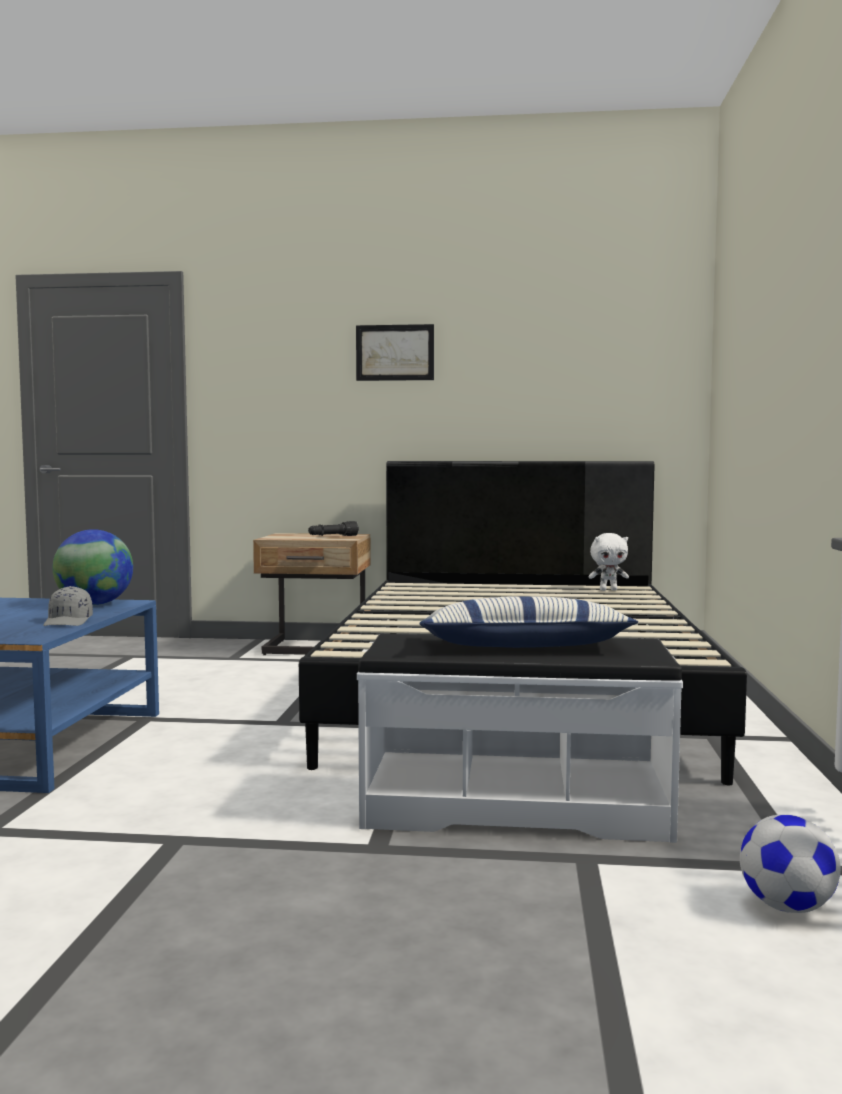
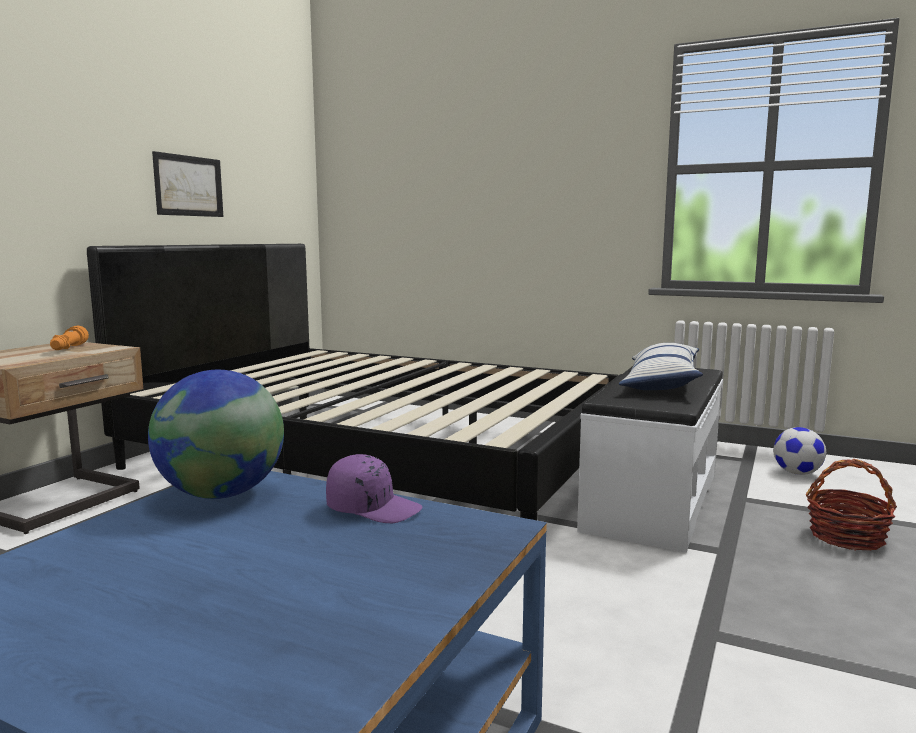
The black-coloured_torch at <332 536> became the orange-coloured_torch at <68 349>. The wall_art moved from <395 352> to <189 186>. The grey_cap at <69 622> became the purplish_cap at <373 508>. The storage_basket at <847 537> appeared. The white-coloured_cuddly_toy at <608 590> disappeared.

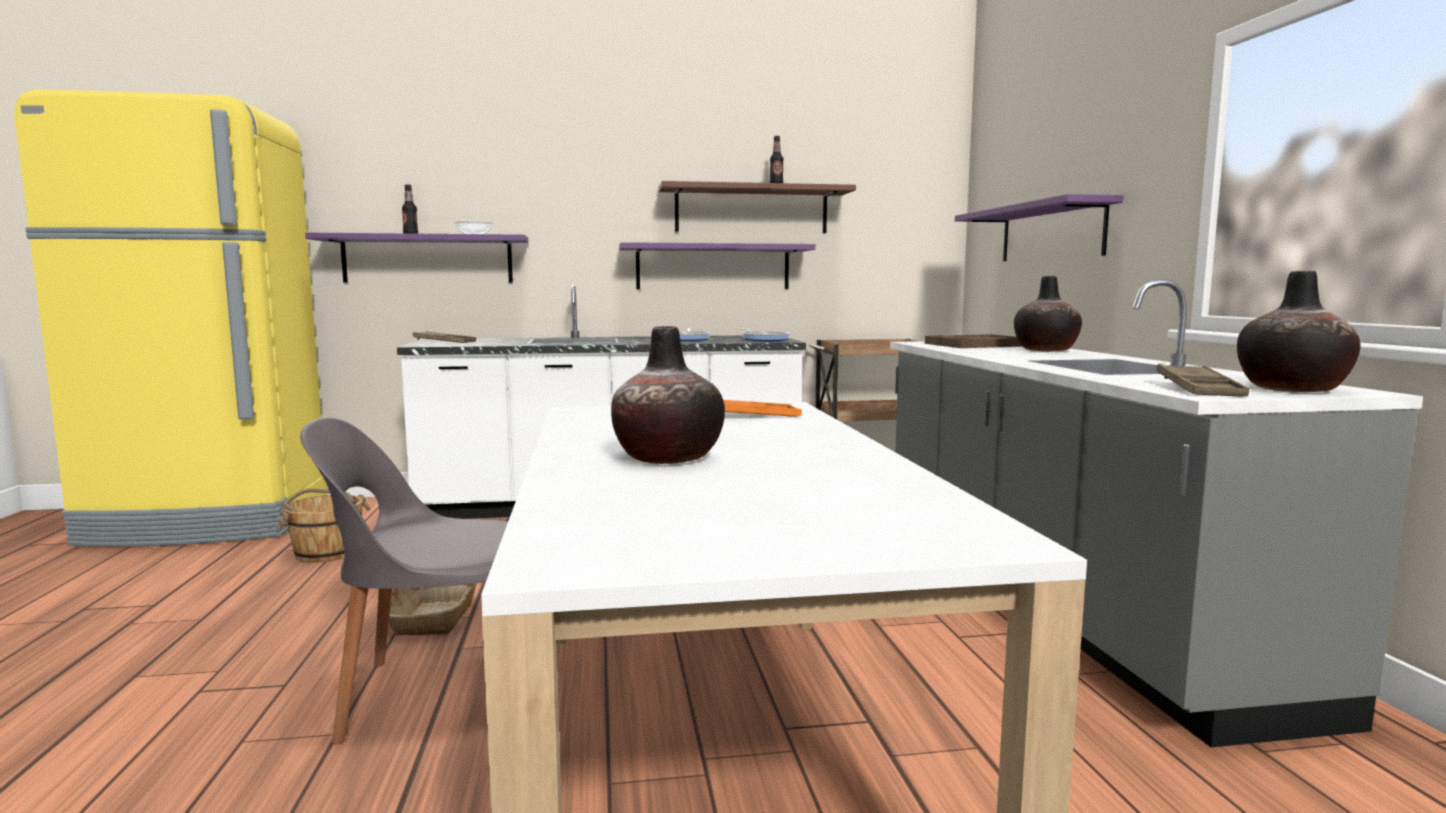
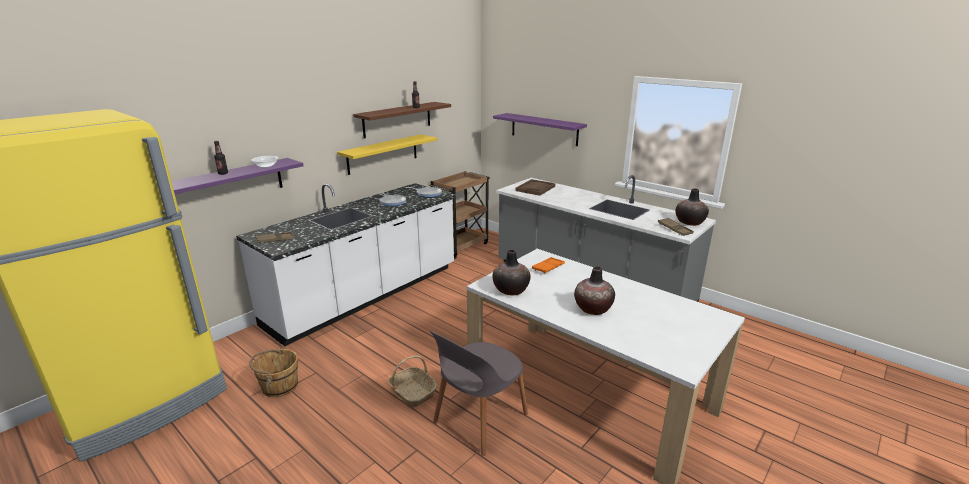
The purplish_shelf at <713 267> became the yellowish_shelf at <383 154>. The decorative_vase moved from <1045 350> to <511 290>.

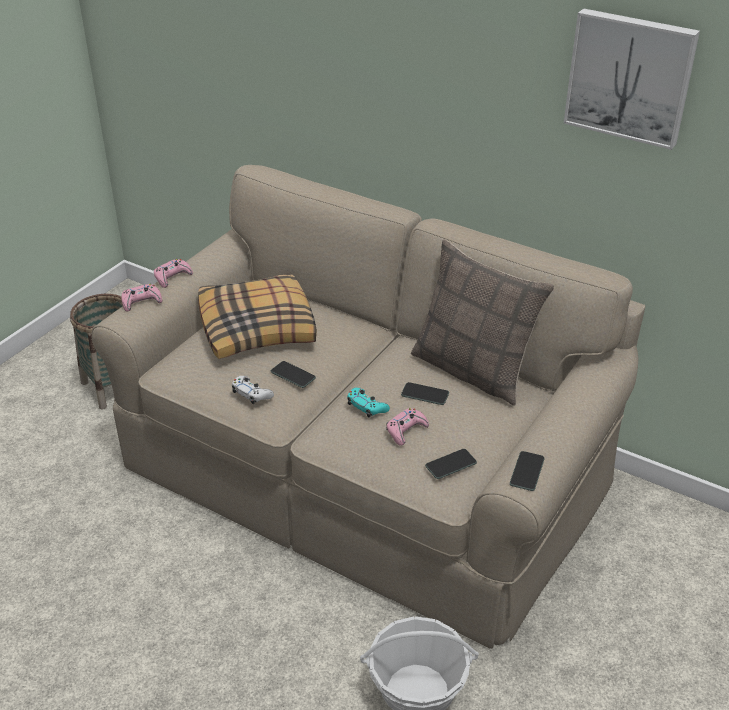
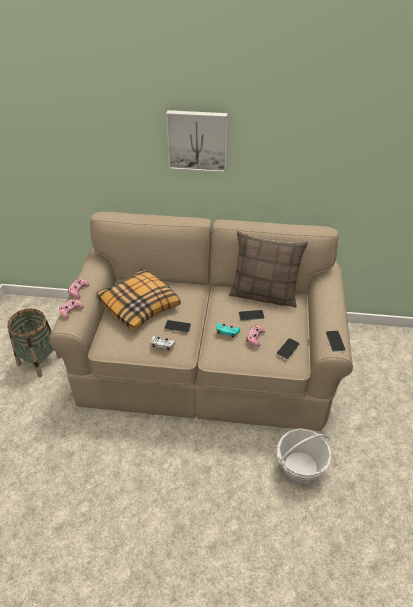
The wall_art moved from <630 77> to <197 140>.

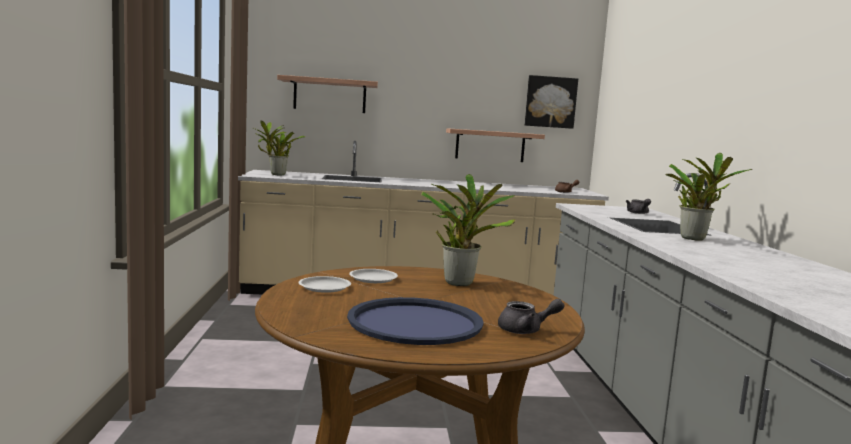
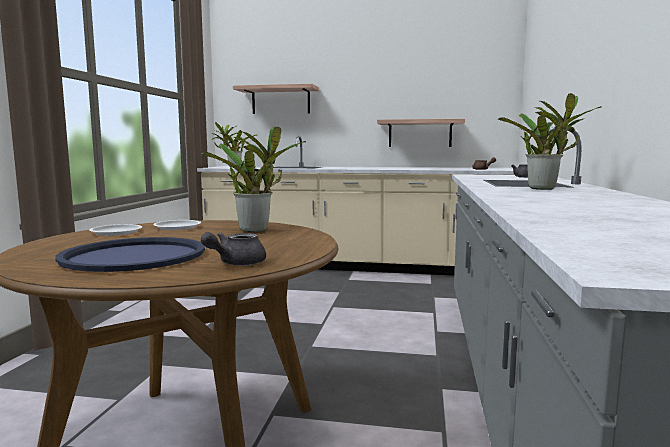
The grey_teapot at <526 330> turned 120 degrees clockwise. The wall_art at <550 102> disappeared.

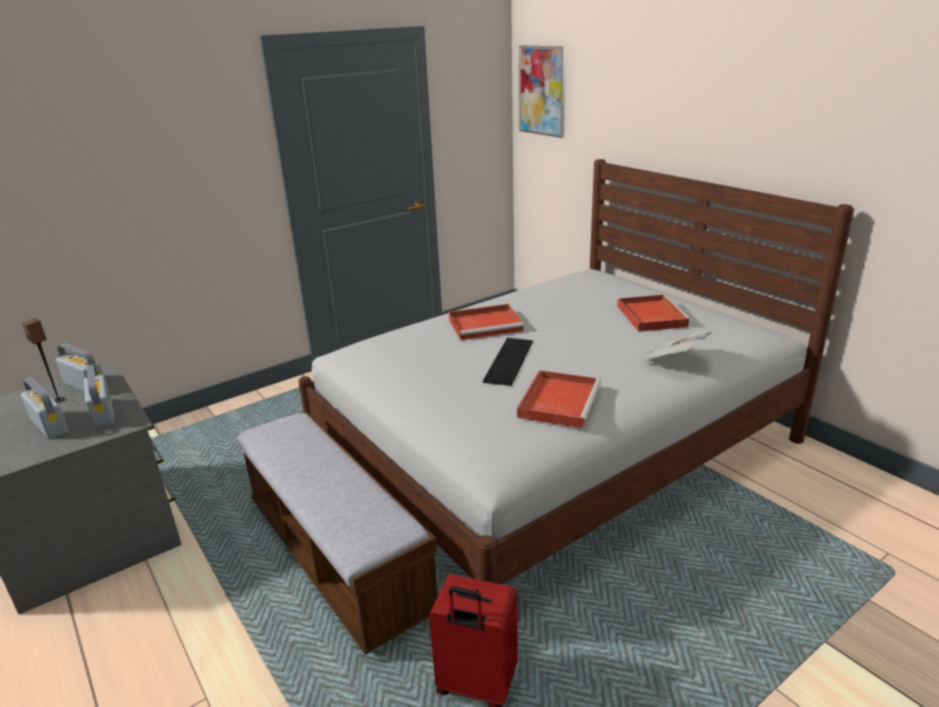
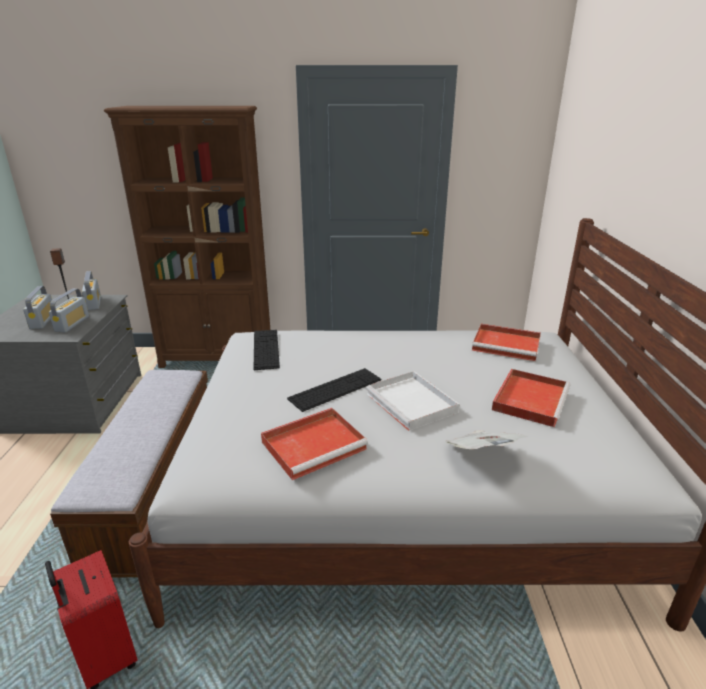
The brown_bookcase at <218 358> appeared. The PC_keyboard at <266 349> appeared. The white-coloured_carrying_tray at <412 403> appeared. The red-coloured_carrying_tray moved from <486 325> to <507 345>. The wall_art at <542 91> disappeared.

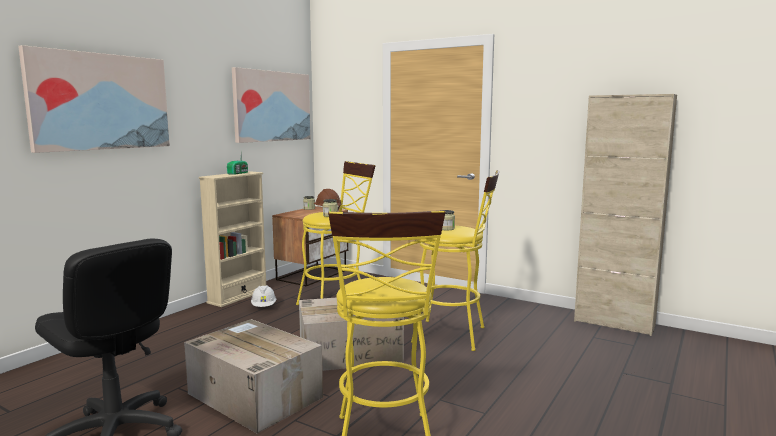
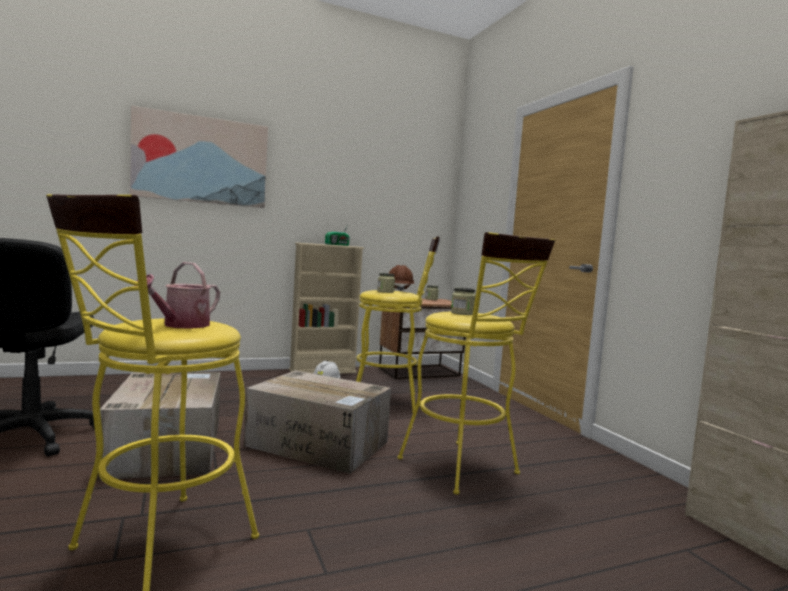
The watering_can at <181 325> appeared. The wall_art at <272 106> disappeared.

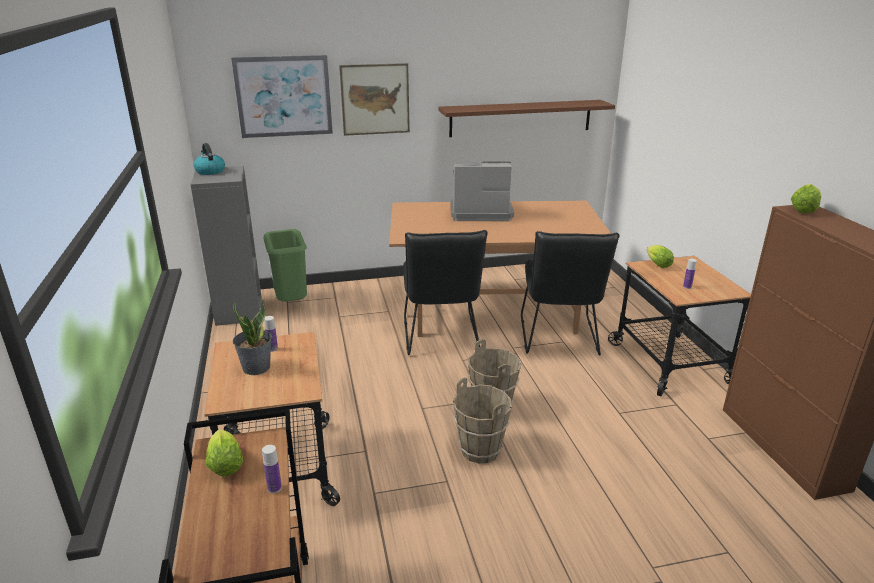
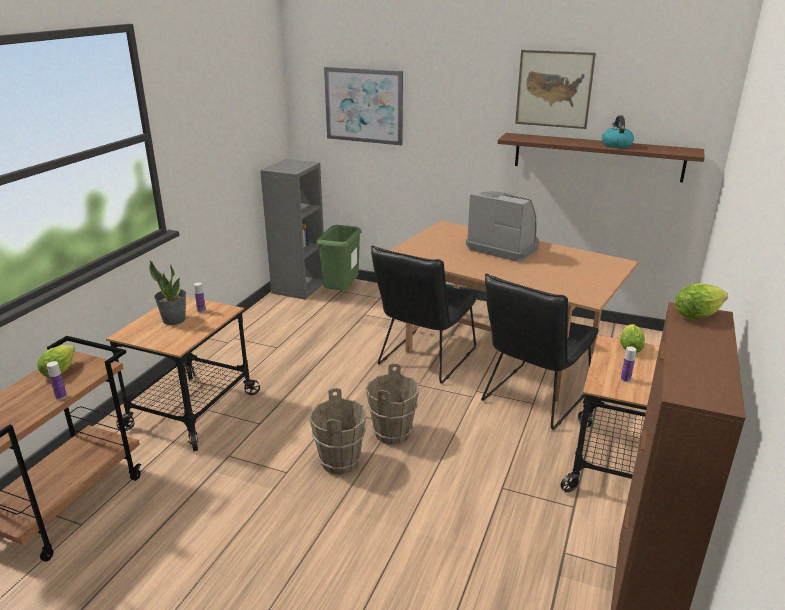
The wall_art moved from <375 99> to <554 89>. The tea_kettle moved from <210 171> to <616 145>.

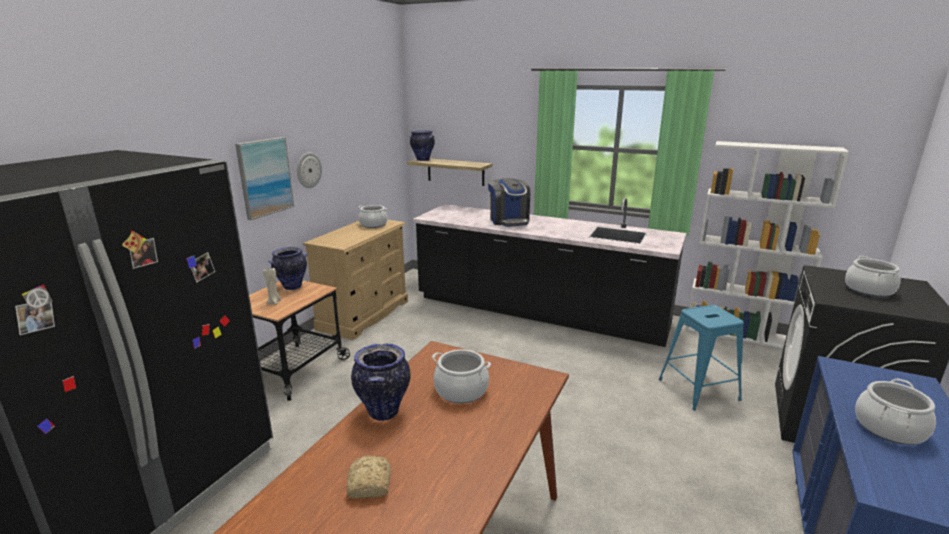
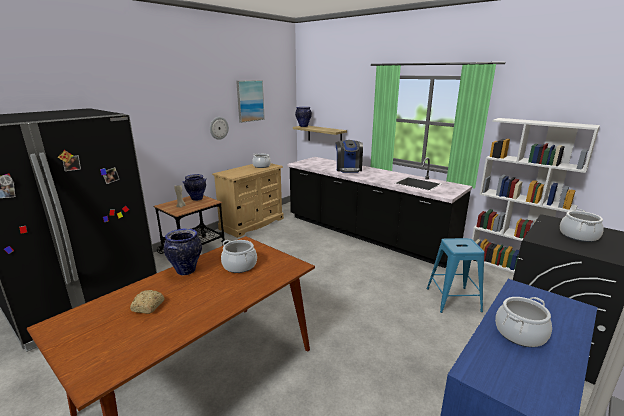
The wall_art moved from <265 177> to <250 101>.

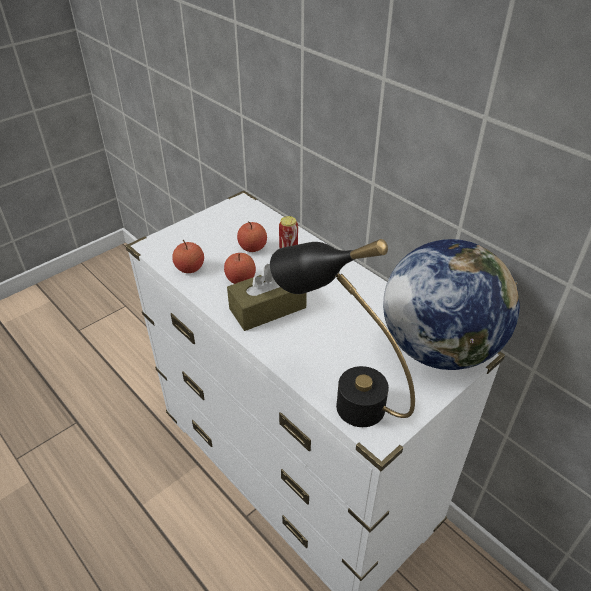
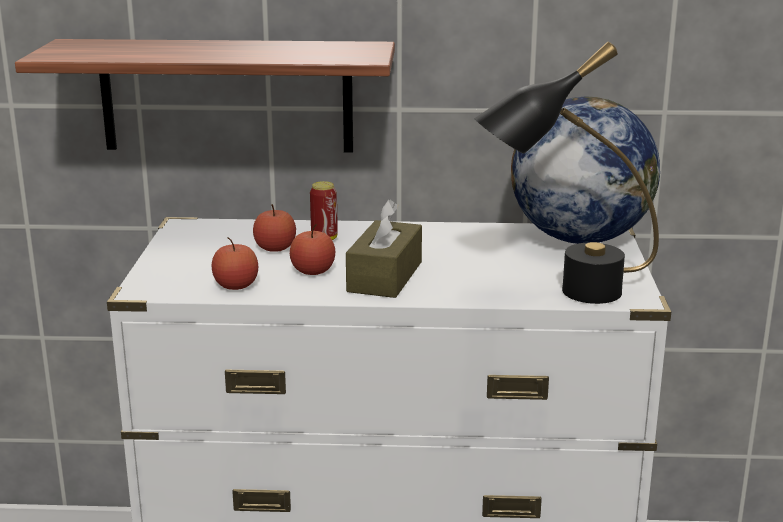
The shelf at <226 96> appeared.

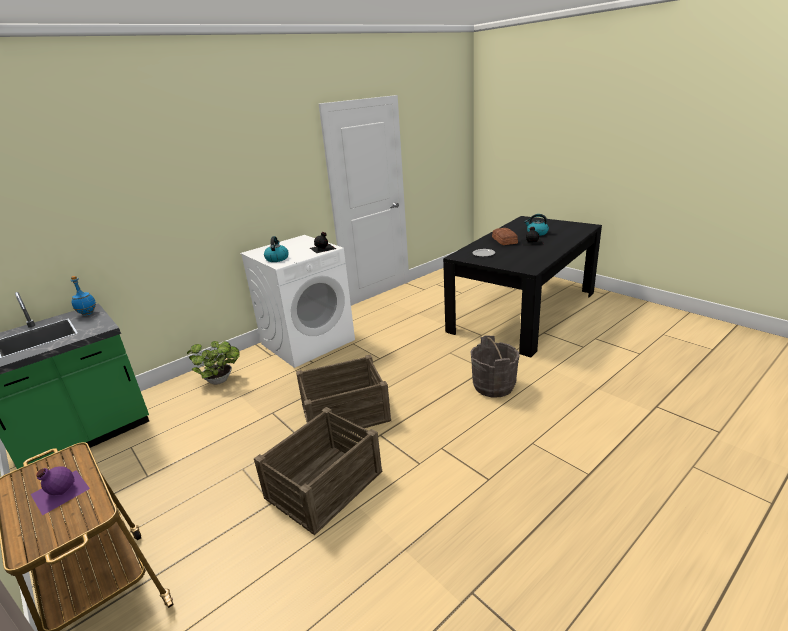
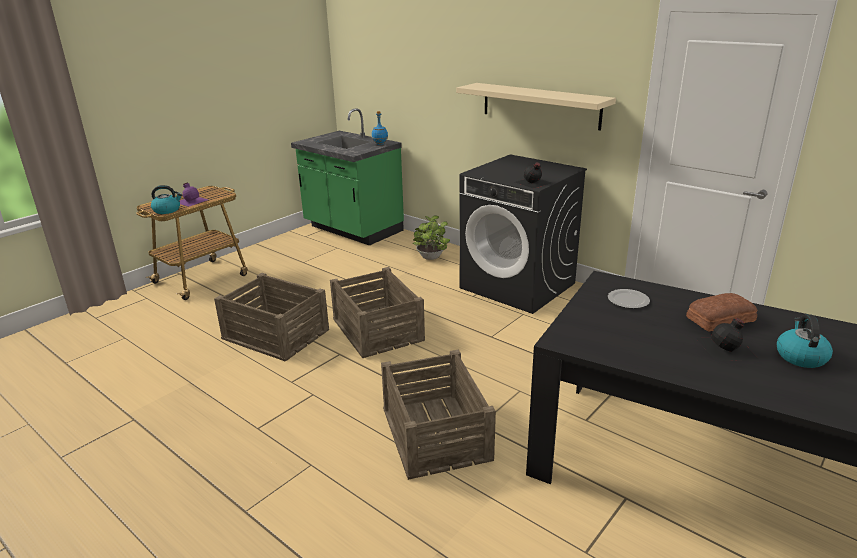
The tea_kettle moved from <277 258> to <167 210>. The grey_water_bucket at <493 386> was replaced by the packing_crate at <436 432>. The beige-coloured_shelf at <540 105> appeared. The white-coloured_washing_machine at <308 341> became the black-coloured_washing_machine at <518 286>.

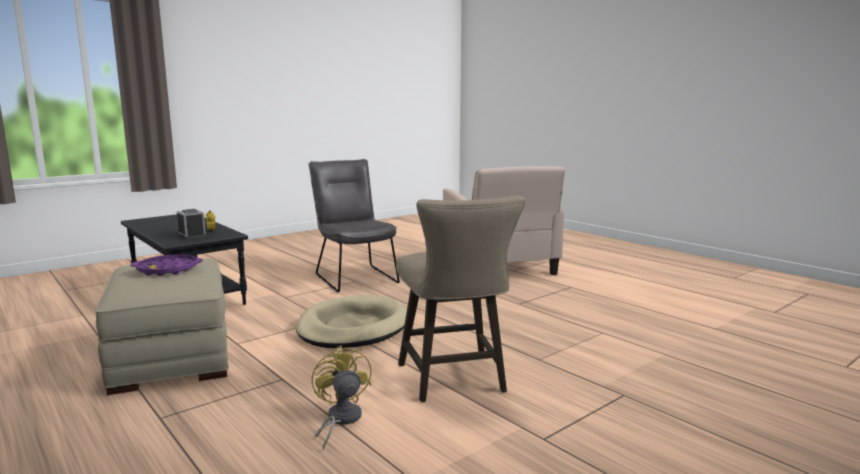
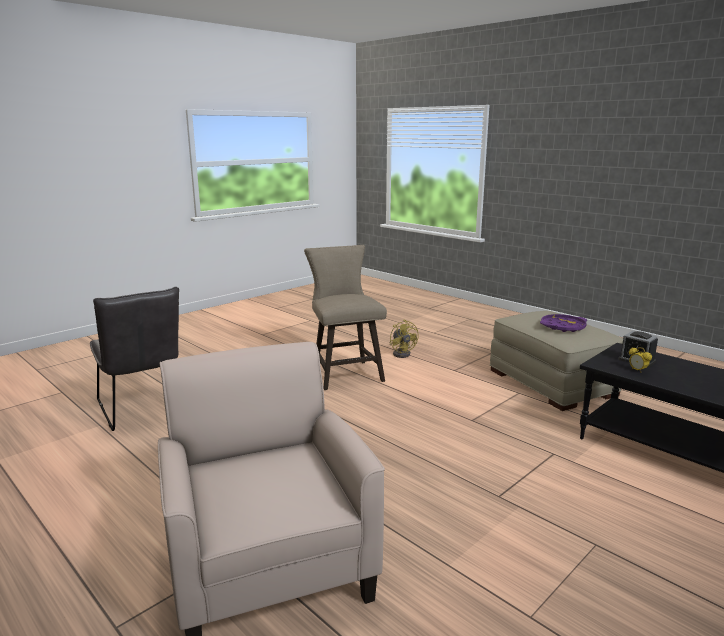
The grey_upright_chair moved from <354 277> to <144 409>. The beige-coloured_dog_cushion at <353 327> disappeared.

